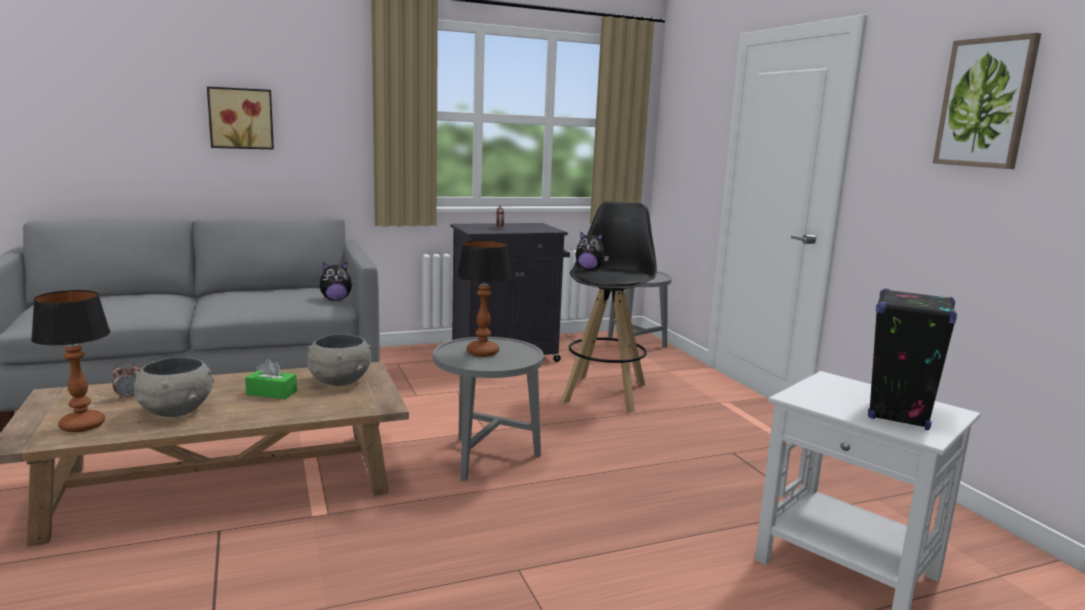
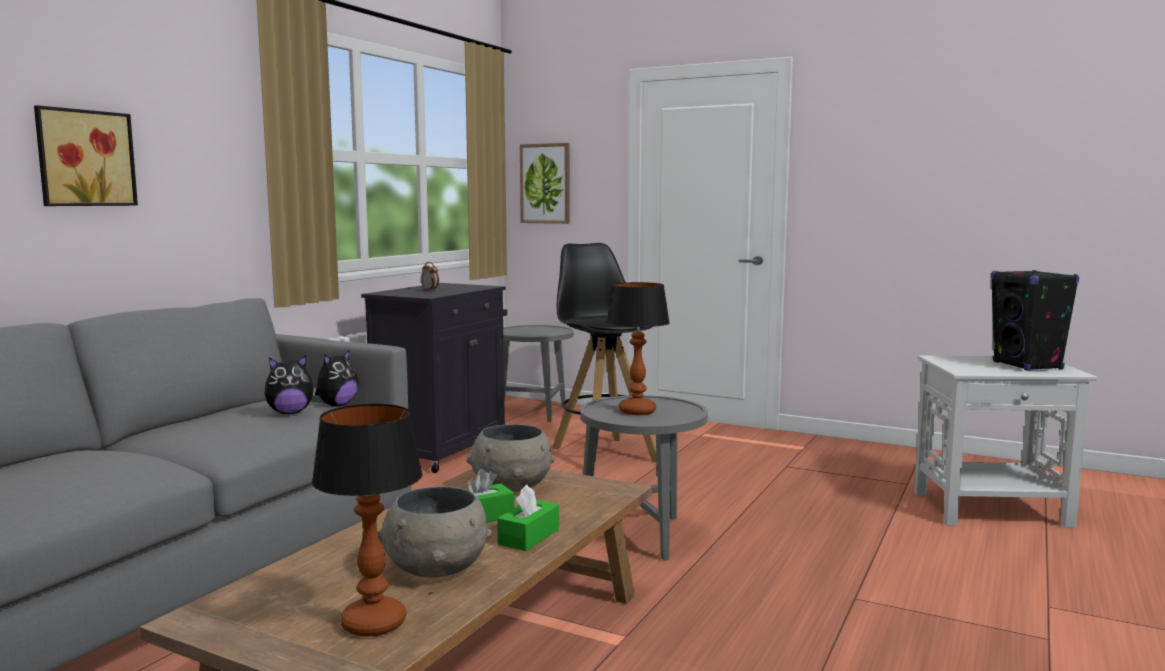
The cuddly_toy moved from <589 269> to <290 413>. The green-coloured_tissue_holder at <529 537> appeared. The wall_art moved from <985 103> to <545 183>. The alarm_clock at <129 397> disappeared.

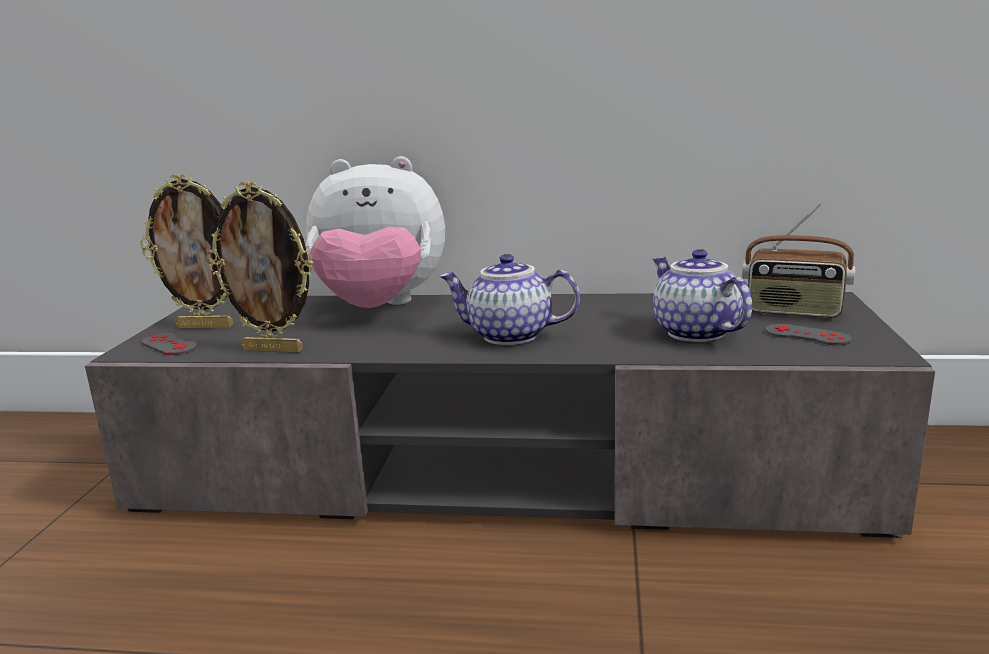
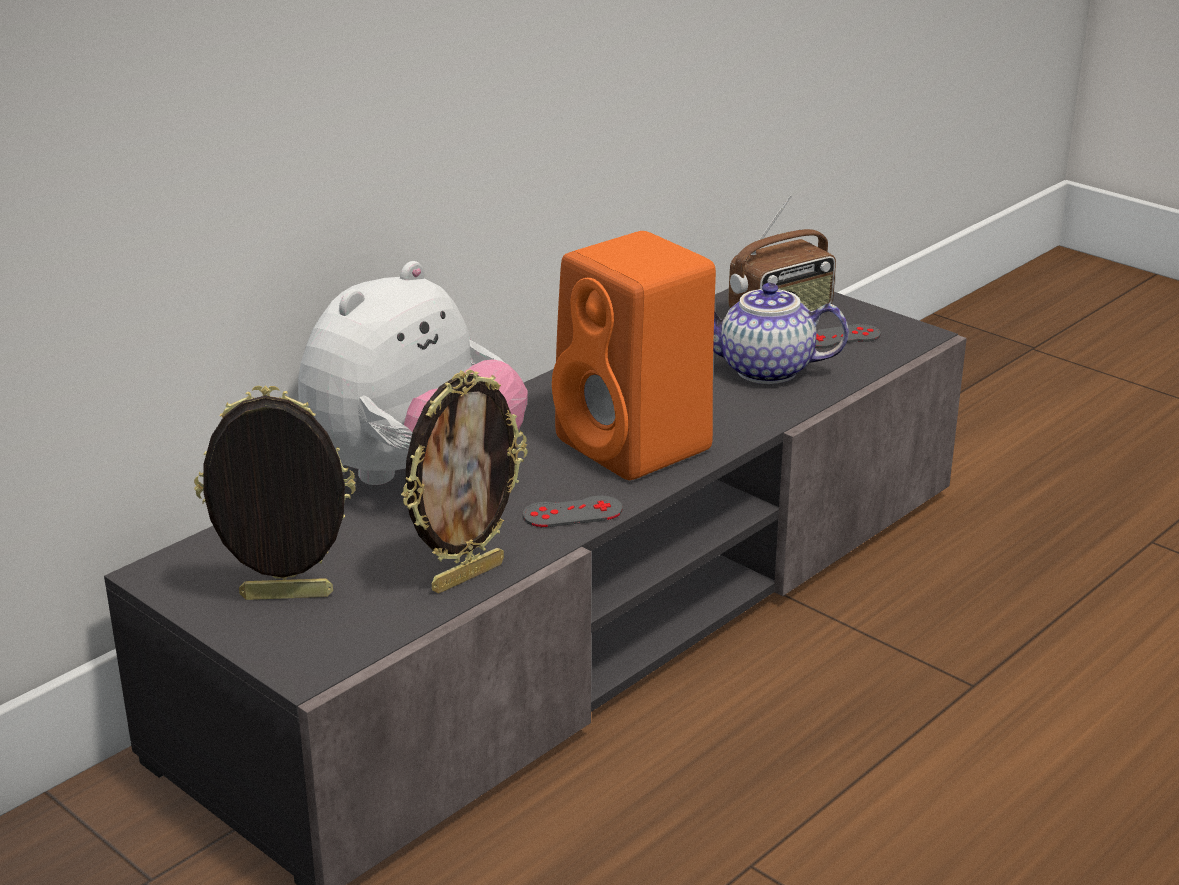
The photo_frame at <206 326> turned 135 degrees counterclockwise. The grey_joypad moved from <169 345> to <572 512>. The teapot at <509 336> was replaced by the orange-coloured_speaker at <638 446>.

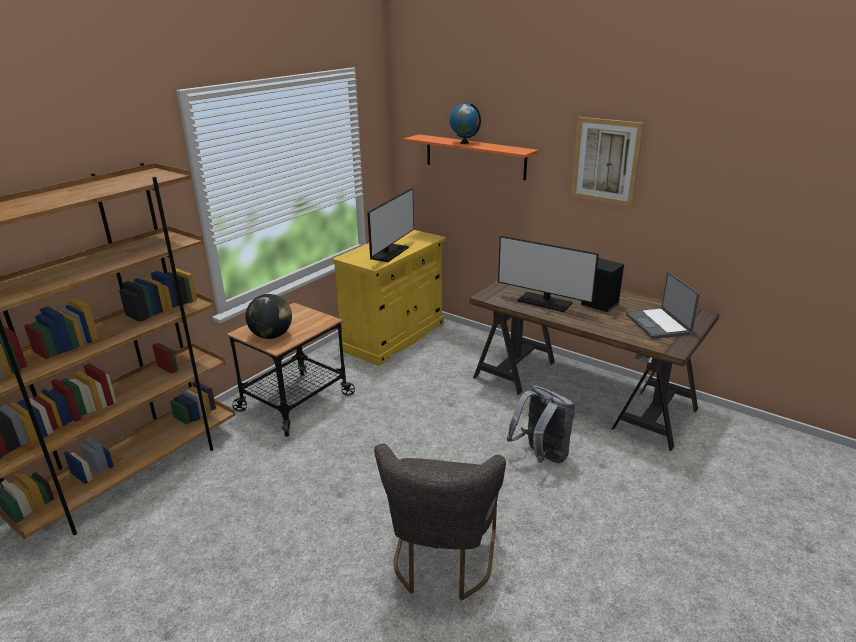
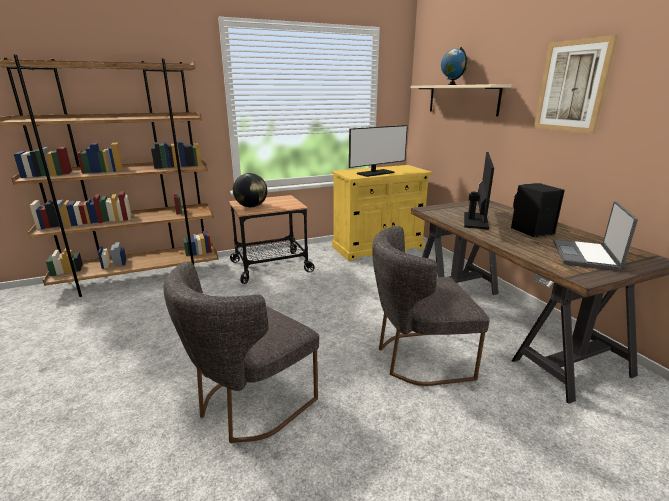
The grey_backpack at <541 456> was replaced by the grey_upright_chair at <417 358>. The orange-coloured_shelf at <475 156> became the beige-coloured_shelf at <462 99>. The computer_screen at <544 302> turned 135 degrees counterclockwise.

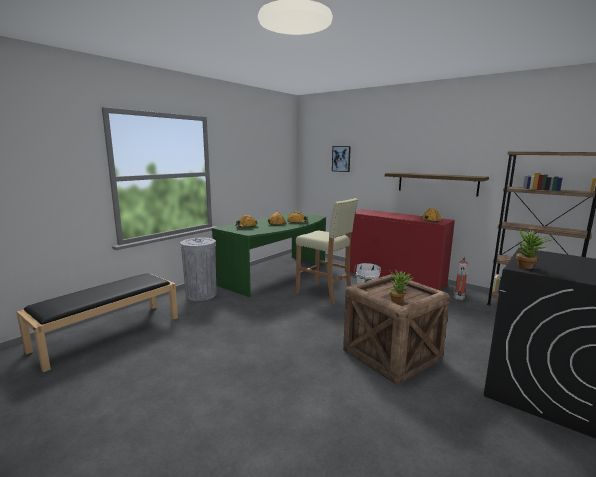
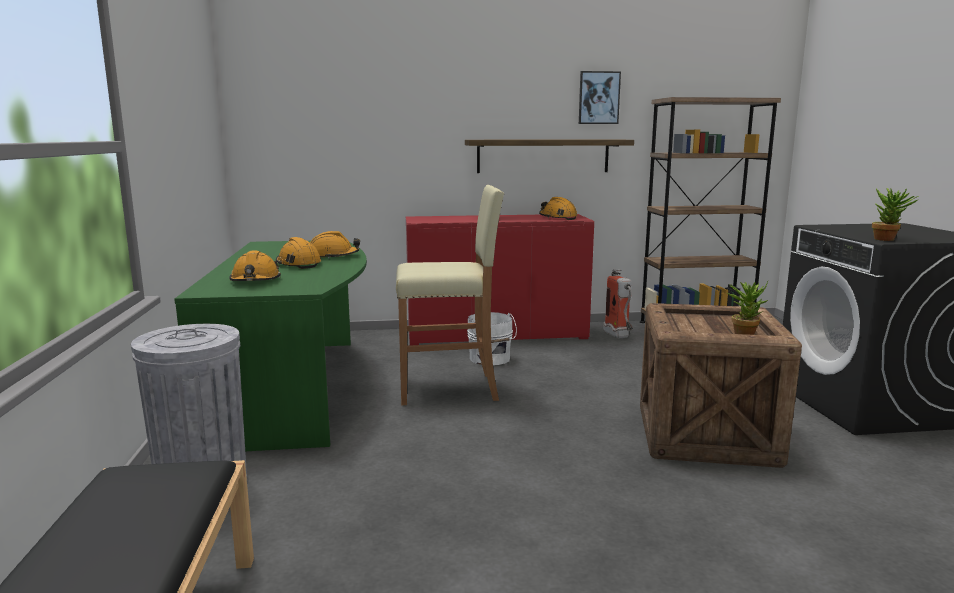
The wall_art moved from <341 159> to <599 98>.

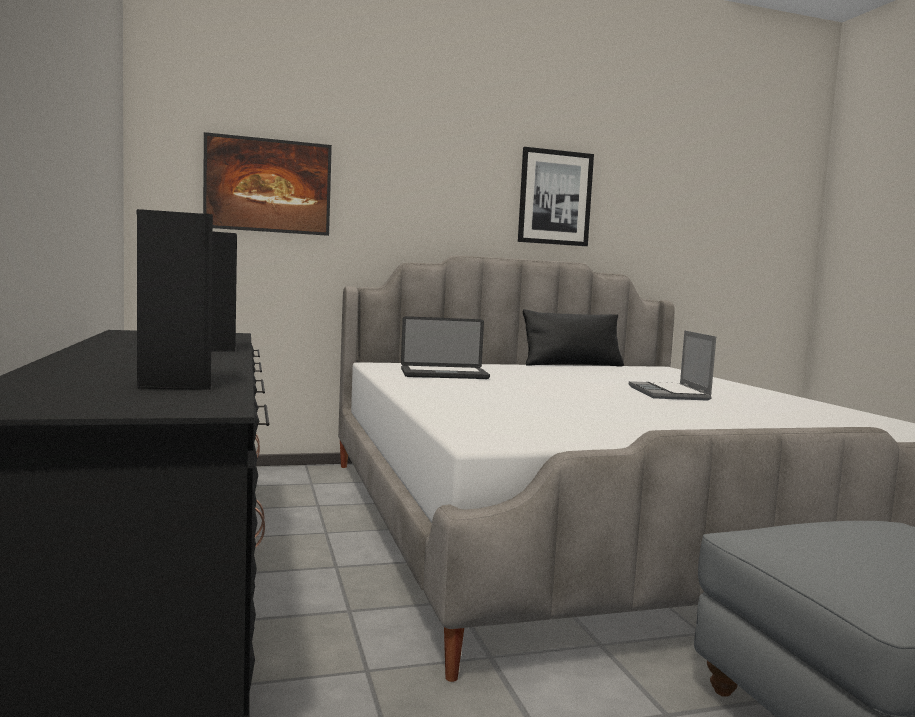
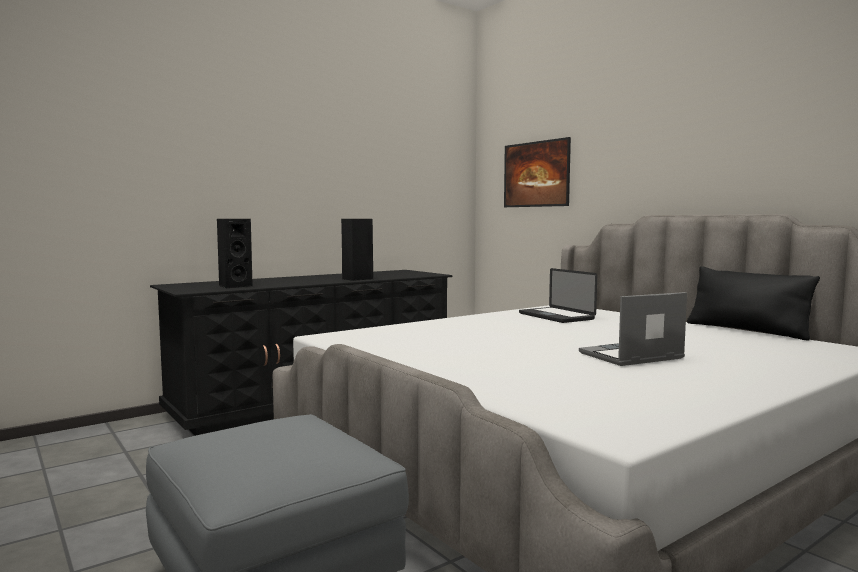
The wall_art at <555 197> disappeared.

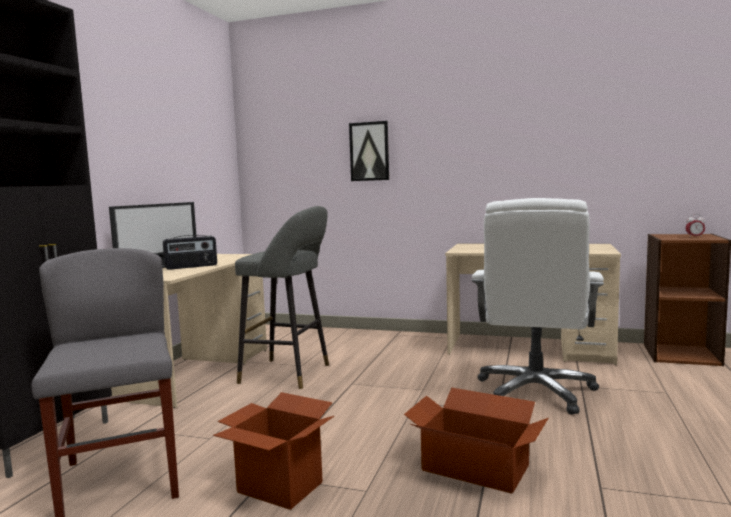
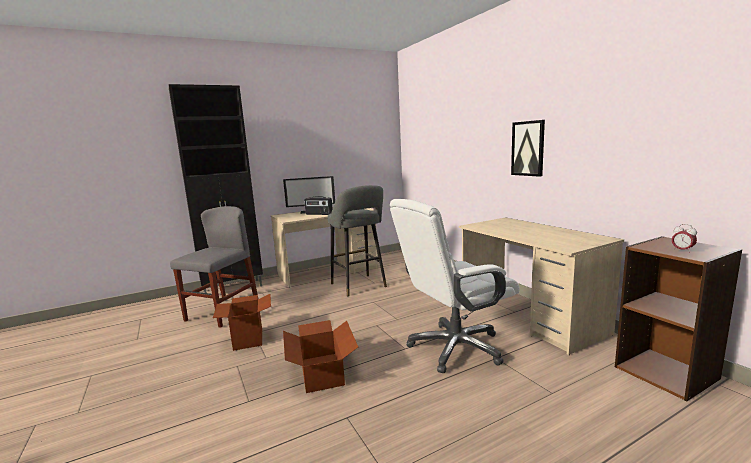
The wall_art moved from <369 151> to <528 148>.

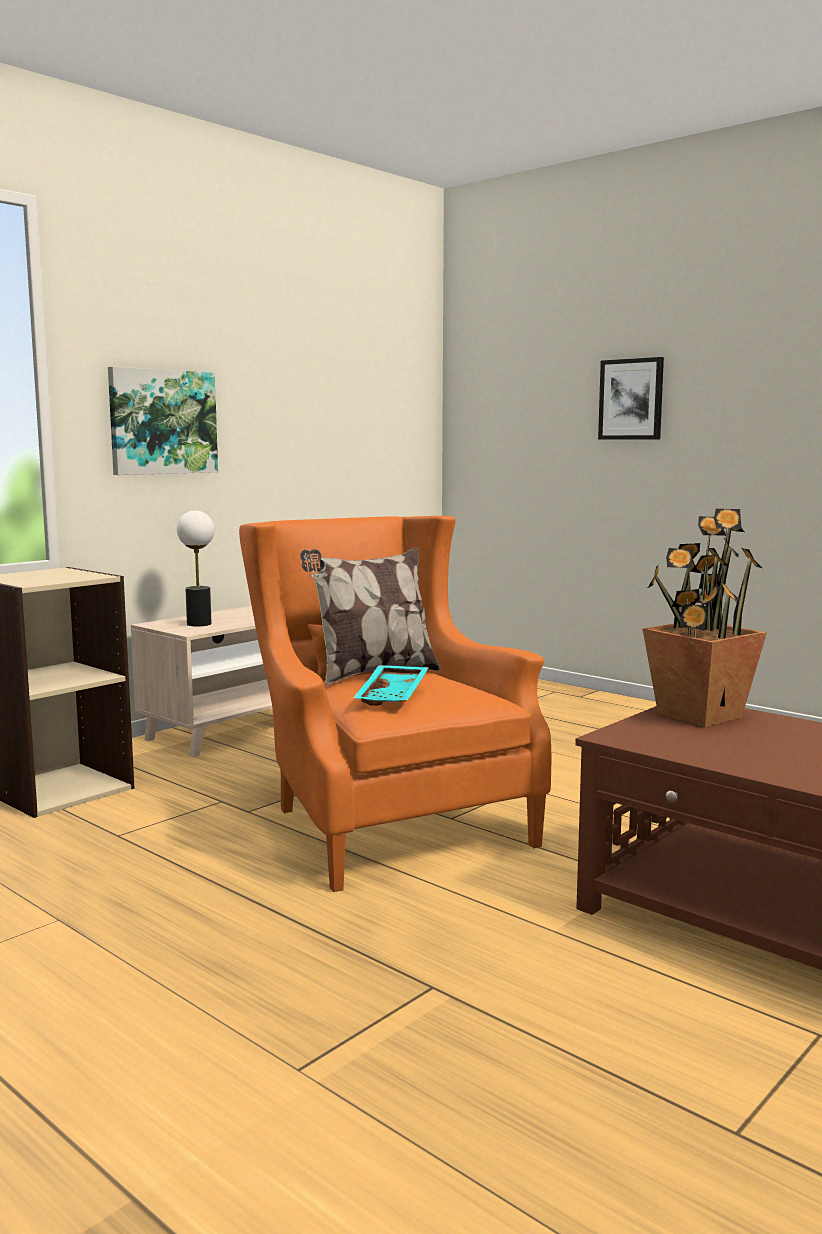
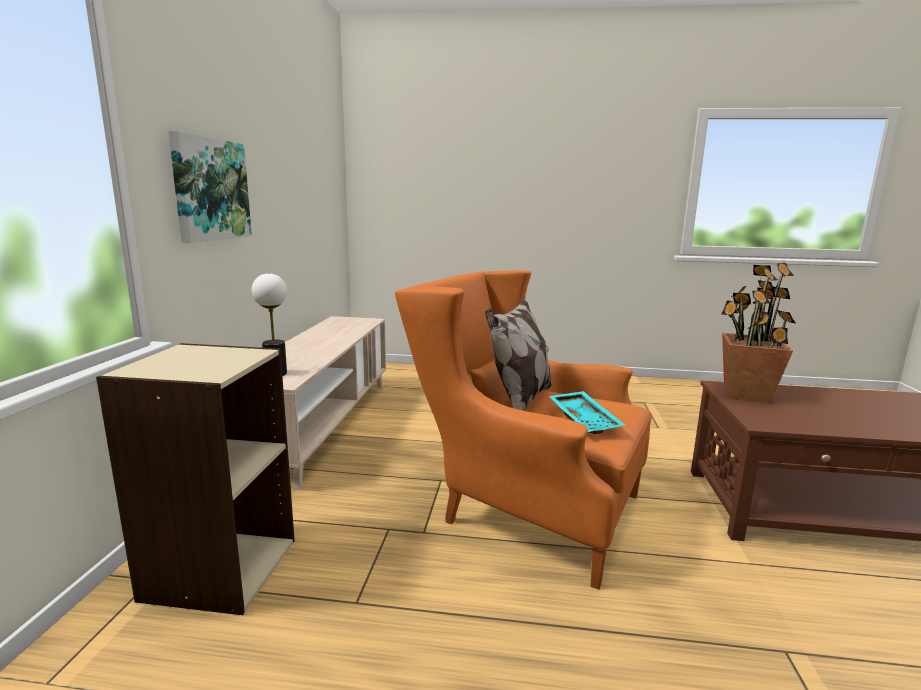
The wall_art at <631 399> disappeared.

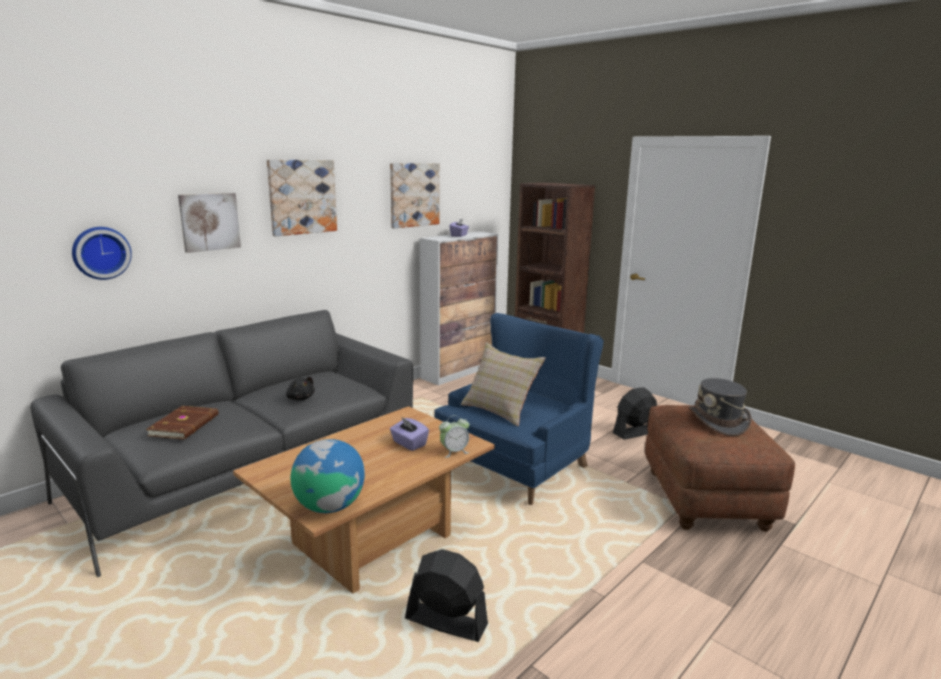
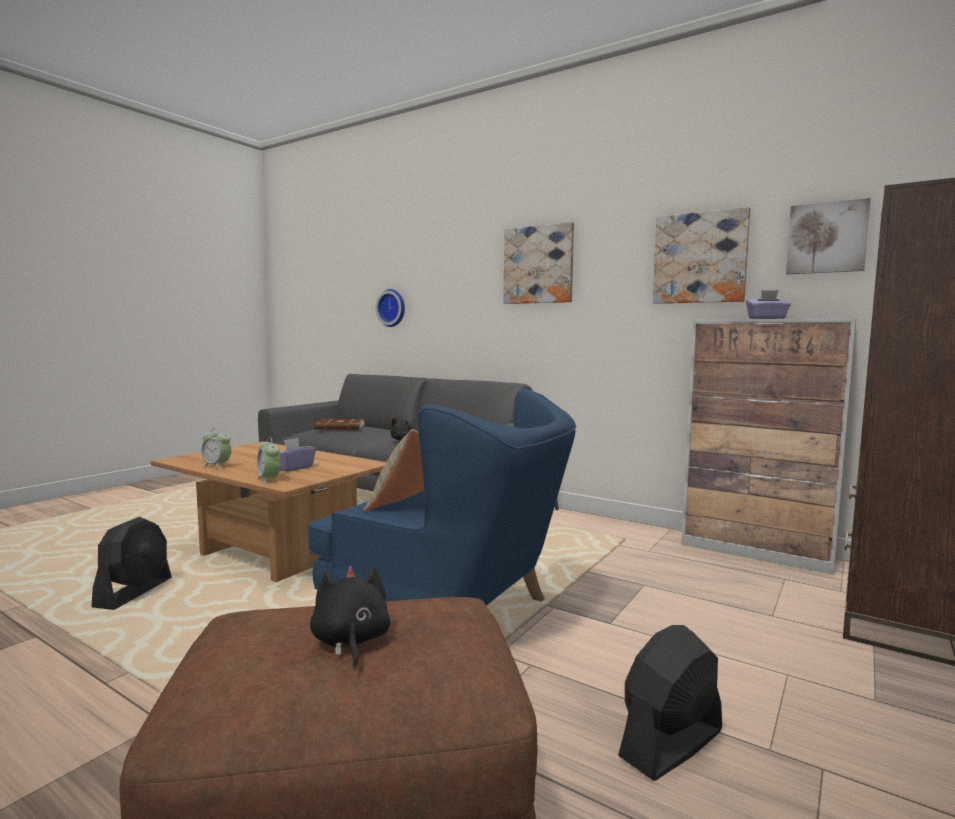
The alarm_clock at <217 466> appeared. The grey_clothing_hat at <718 422> was replaced by the black-coloured_cuddly_toy at <350 642>. The black-coloured_fan at <635 432> turned 90 degrees counterclockwise. The wall_art moved from <209 222> to <826 238>. The globe at <329 506> disappeared.

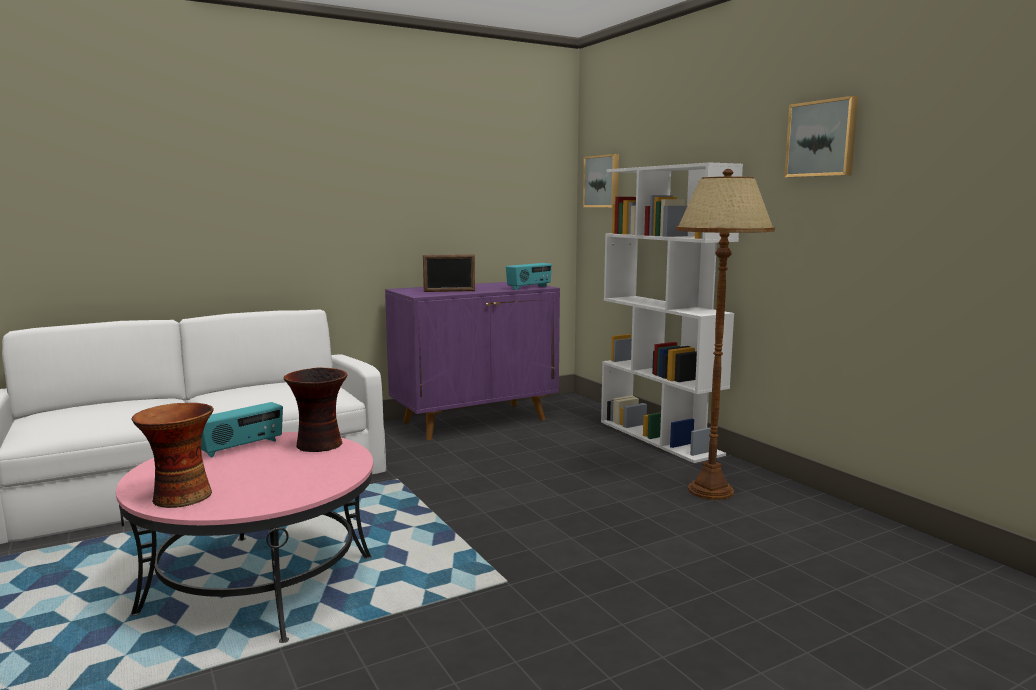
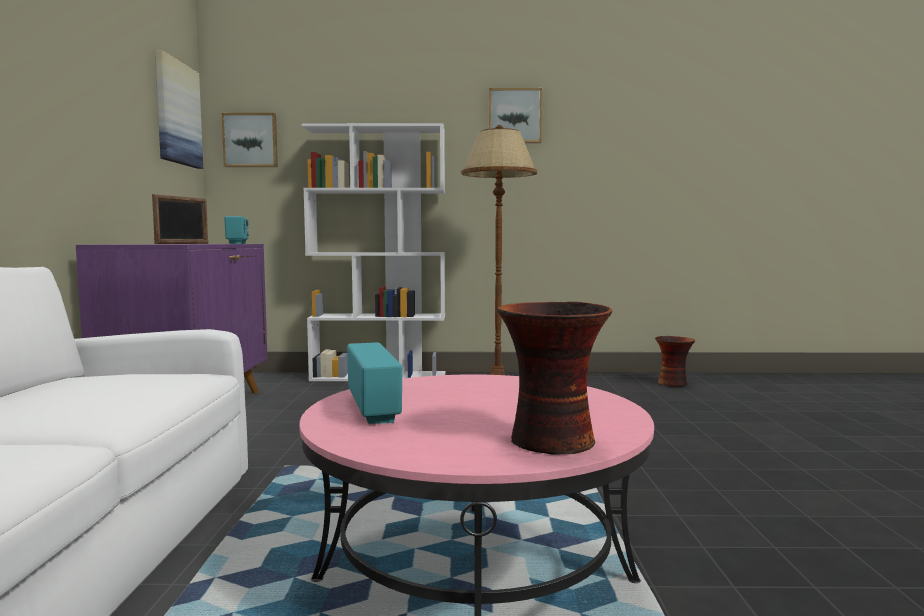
The wall_art at <177 113> appeared. The decorative_vase moved from <320 445> to <673 384>.

